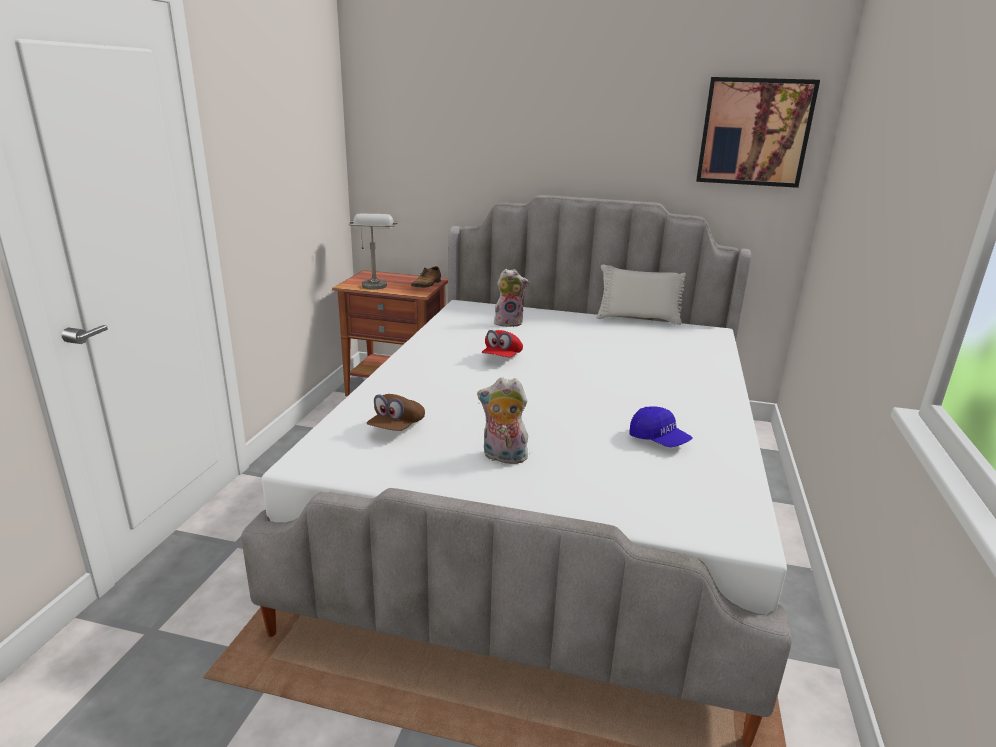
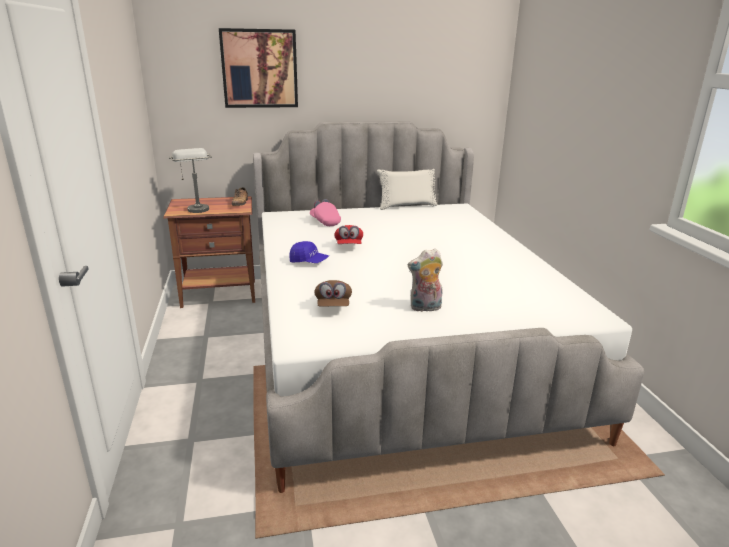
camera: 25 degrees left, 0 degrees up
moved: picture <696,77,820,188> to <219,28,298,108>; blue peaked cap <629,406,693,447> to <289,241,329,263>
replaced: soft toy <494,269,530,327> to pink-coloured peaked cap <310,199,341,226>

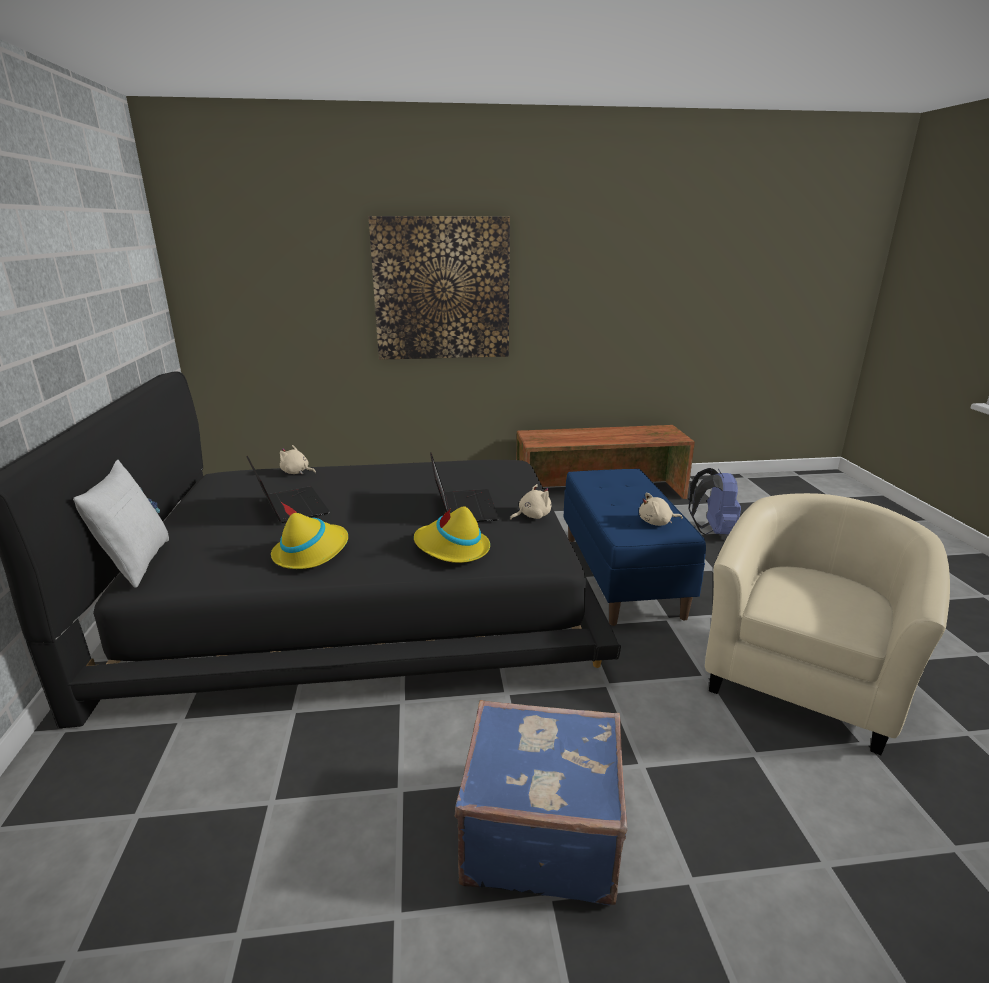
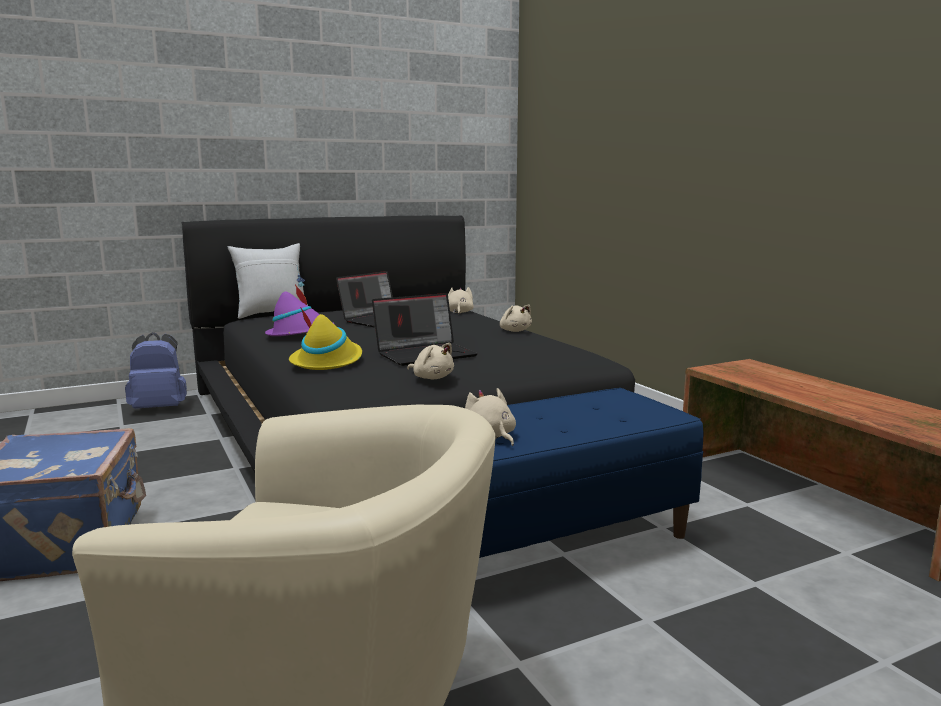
camera: 70 degrees right, 10 degrees down
removed: picture <369,216,510,360>
added: beige soft toy <500,305,532,332>
moved: blue rucksack <688,468,741,535> to <125,332,187,409>
recoloured: yellowish hat <271,502,348,569> to purple-coloured hat <265,284,334,336>

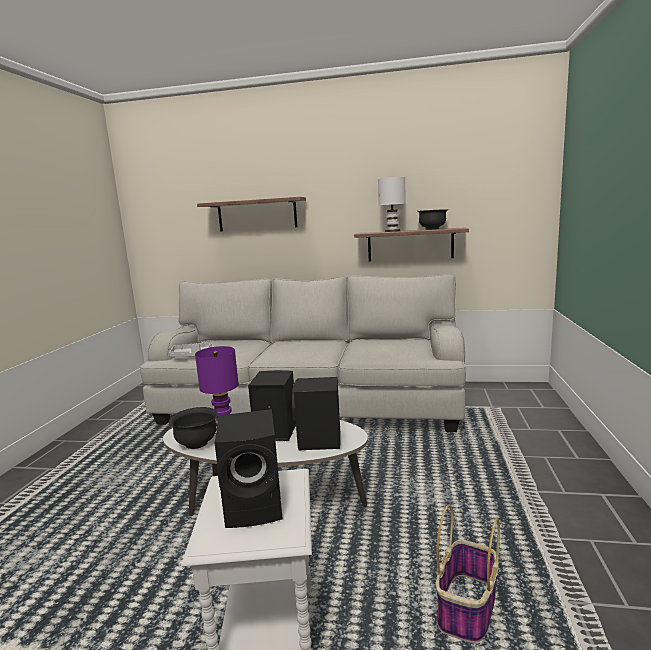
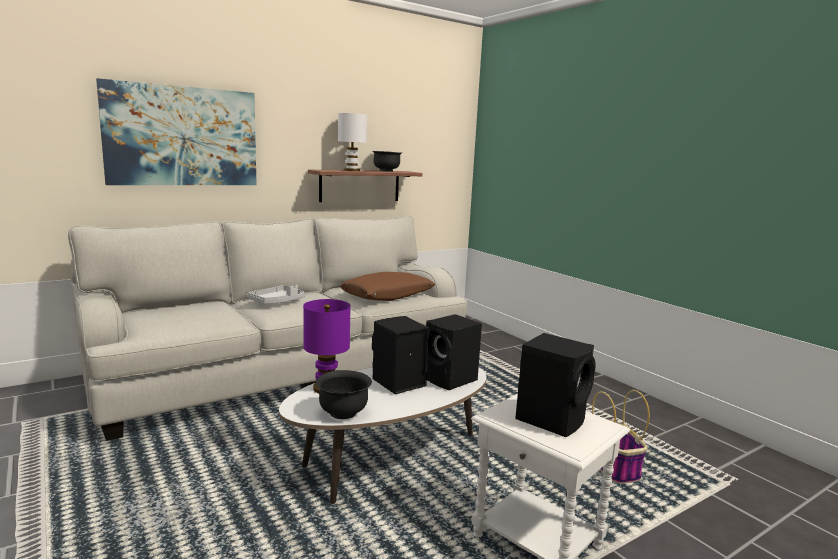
camera: 45 degrees left, 0 degrees up
added: brown-coloured cushion <340,272,435,301>
moved: gray carrying tray <169,342,212,357> to <247,284,305,304>
replaced: wall shelf <197,197,306,232> to picture <96,78,257,185>

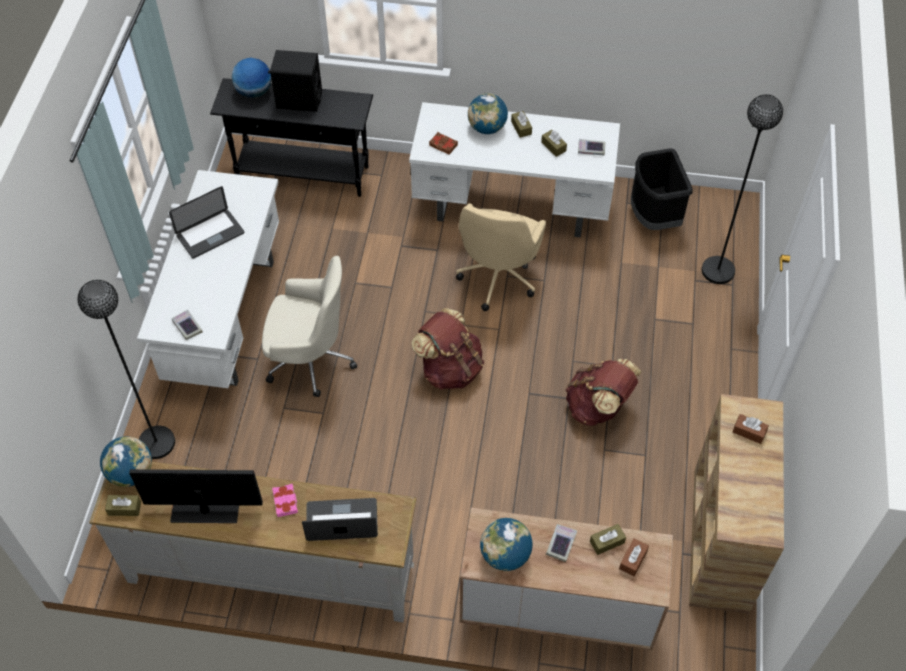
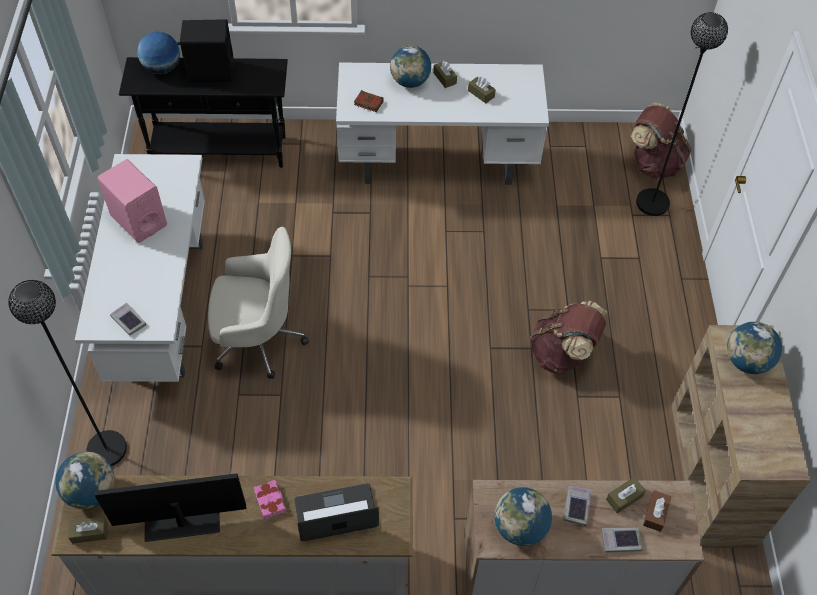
camera: 10 degrees left, 0 degrees up
removed: beige computer chair <456,203,546,311>; black rubbish bin <631,148,693,230>
moved: book <578,139,605,155> to <601,528,643,553>; brown-coloured rucksack <411,308,484,390> to <631,103,691,179>
replaced: notebook computer <169,186,244,259> to pink-coloured loudspeaker <97,159,167,243>; brown-coloured tissue box <733,414,769,444> to desk globe <727,322,782,374>

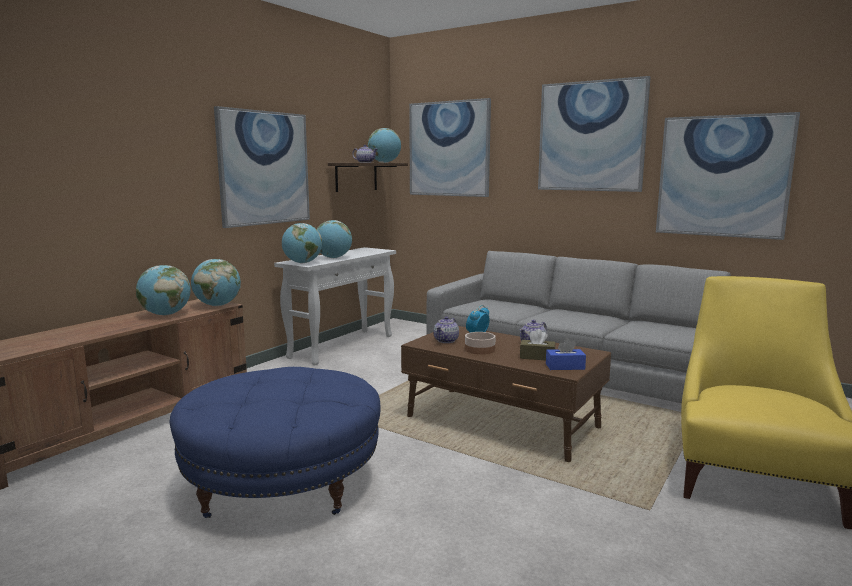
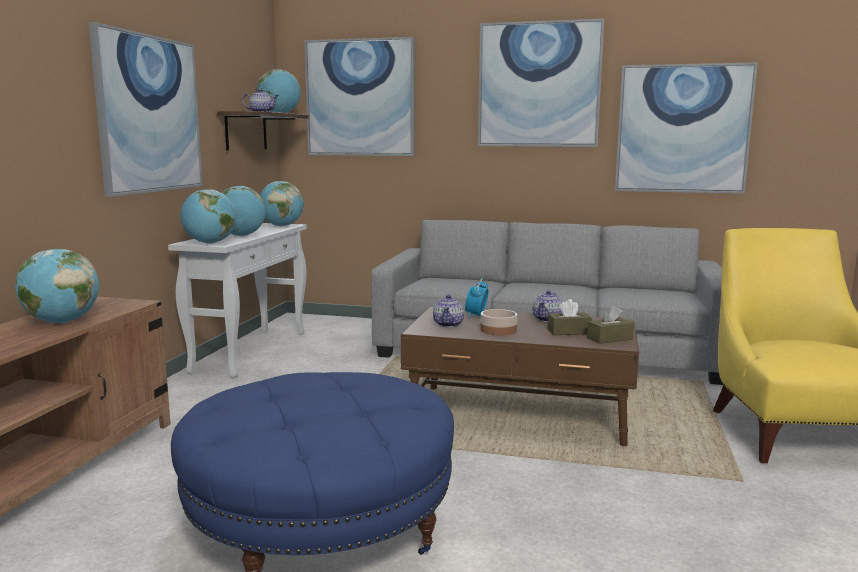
camera: 20 degrees left, 0 degrees up
moved: desk globe <191,259,241,306> to <260,181,304,226>
recoloured: blue tissue box <546,338,586,370> to brown-coloured tissue box <587,306,634,344>

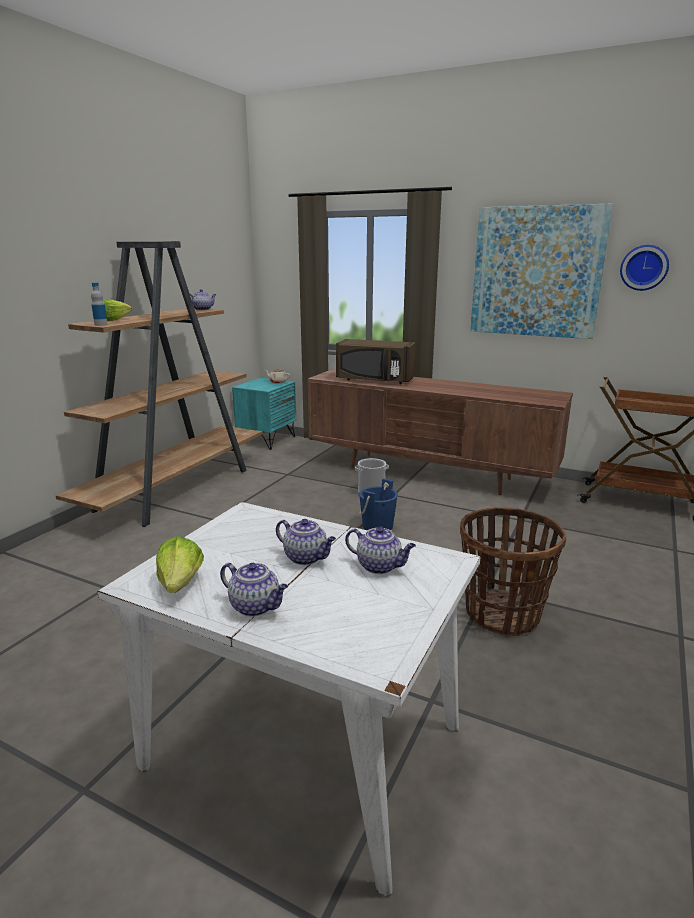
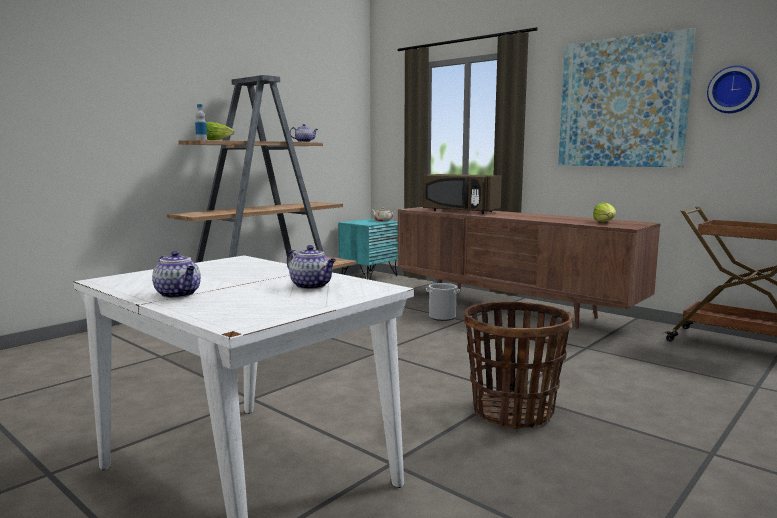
camera: 15 degrees right, 10 degrees down
removed: tea pot <276,519,336,565>; blue pail <359,478,398,530>
moved: lettuce head <156,536,204,593> to <593,202,616,222>

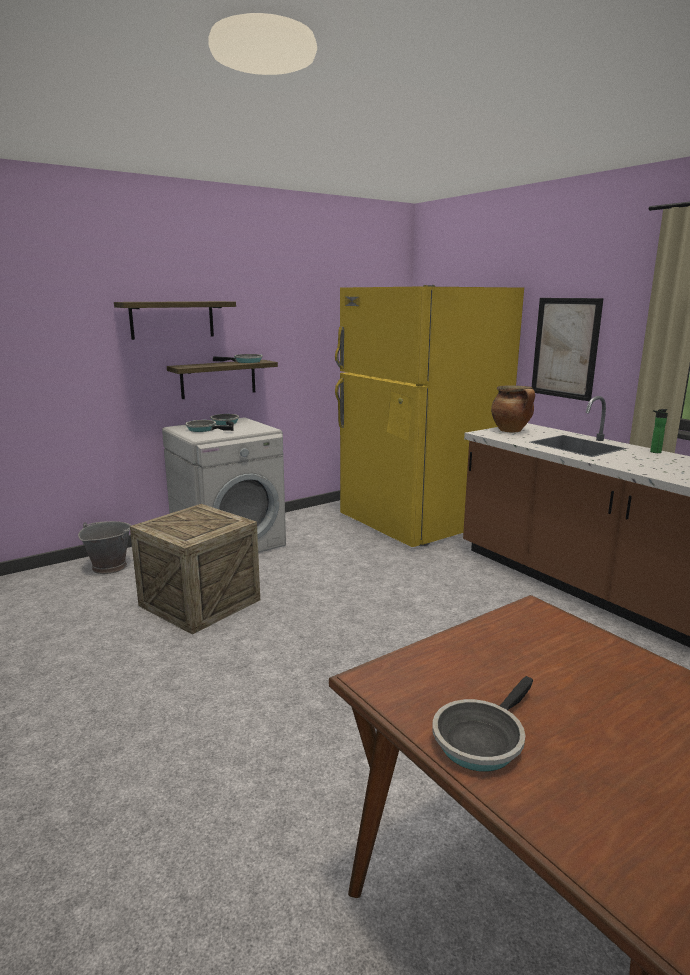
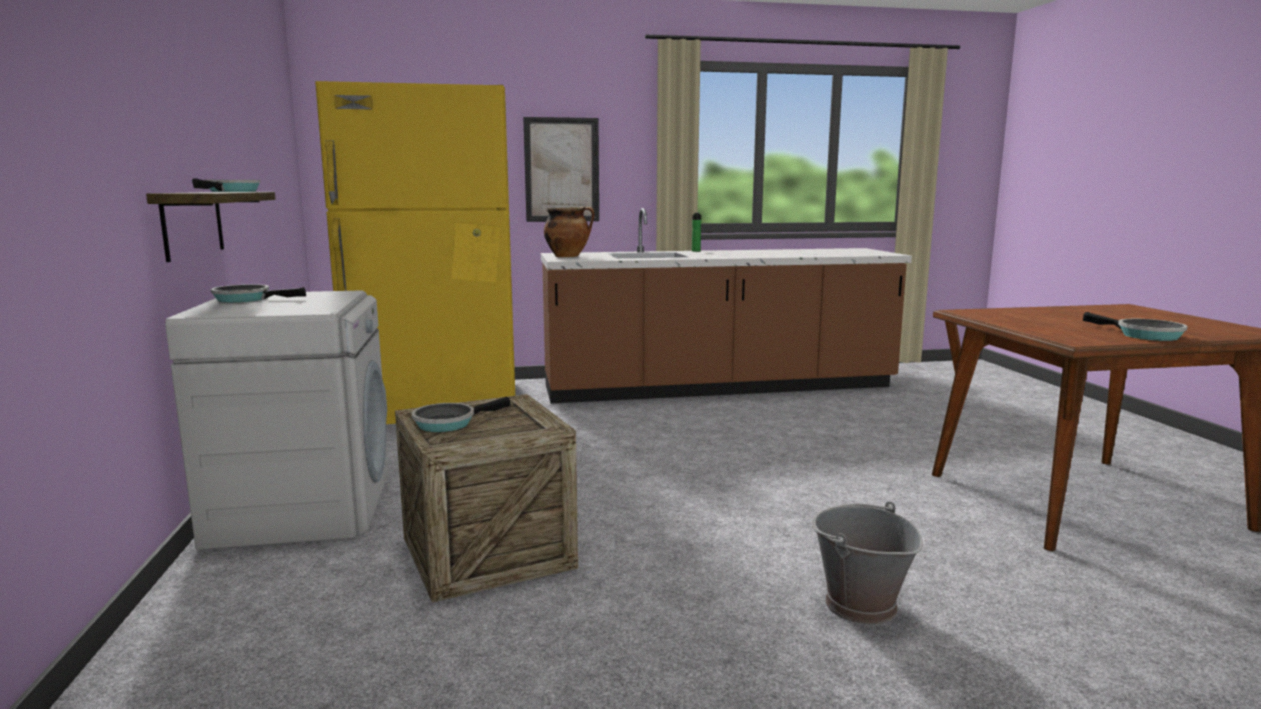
camera: 65 degrees left, 5 degrees down
removed: wall shelf <114,301,236,340>
moved: frying pan <185,420,234,432> to <412,397,510,432>; gray pail <78,521,131,574> to <811,501,923,625>

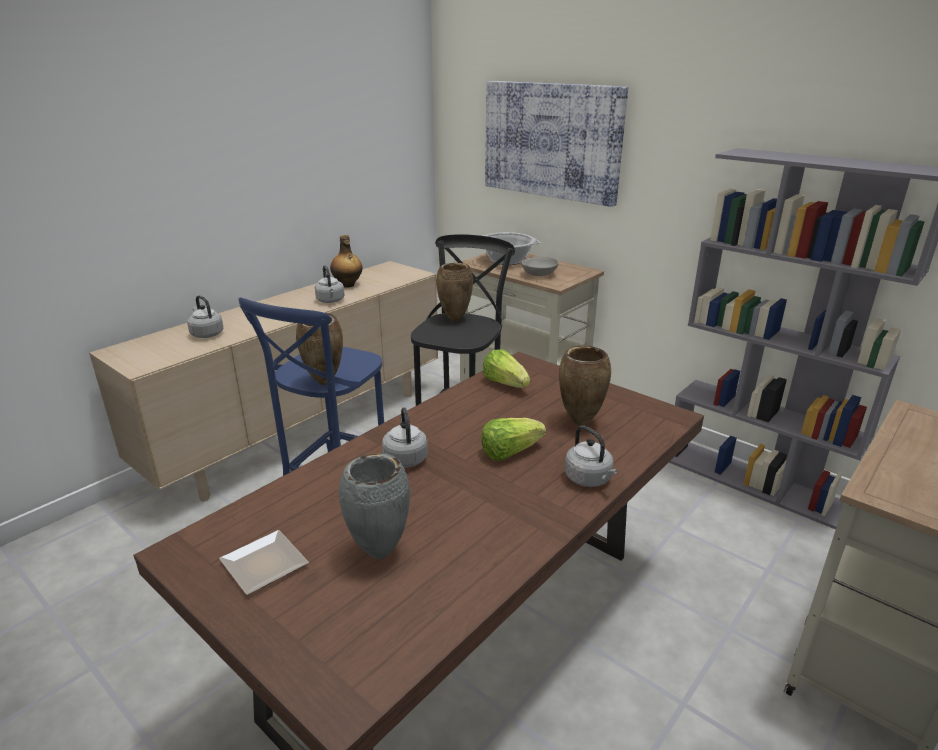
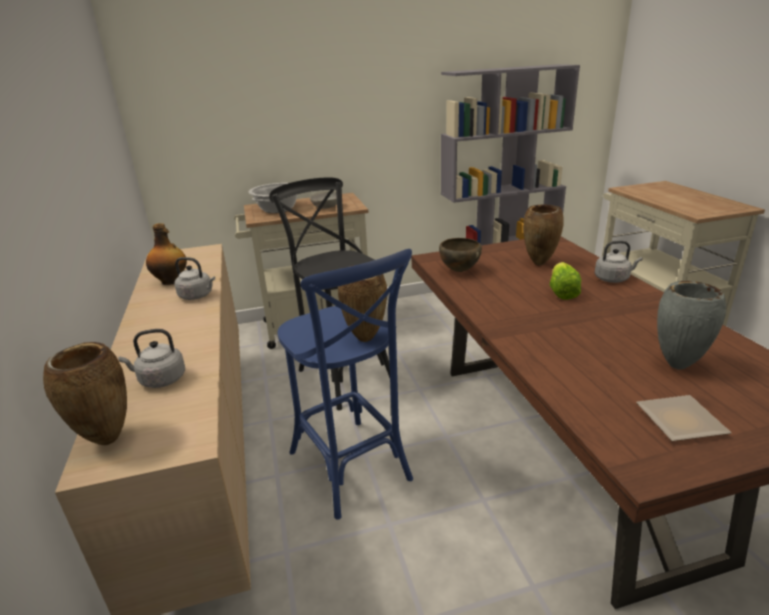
camera: 55 degrees left, 0 degrees up
removed: gray kettle <382,407,428,468>; picture <485,81,628,207>
moved: brown-coloured decorative vase <436,263,473,321> to <43,342,127,445>
replaced: lettuce head <483,349,530,388> to brown-coloured serving bowl <439,238,482,272>

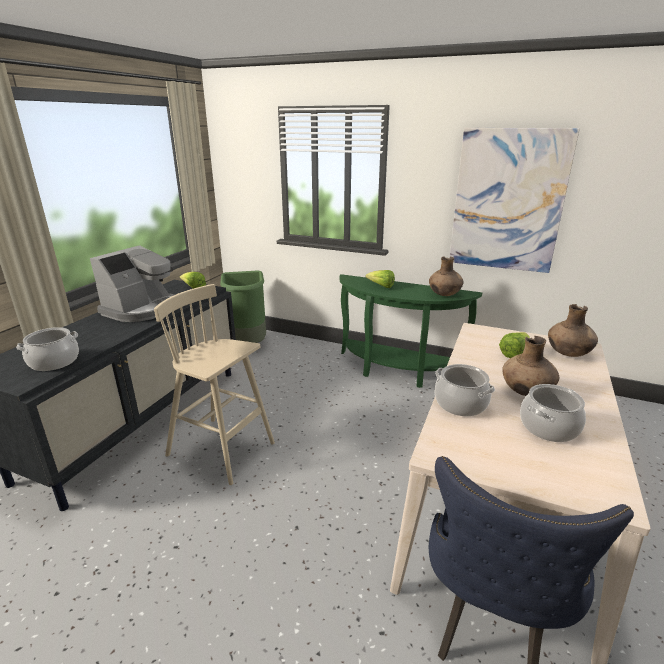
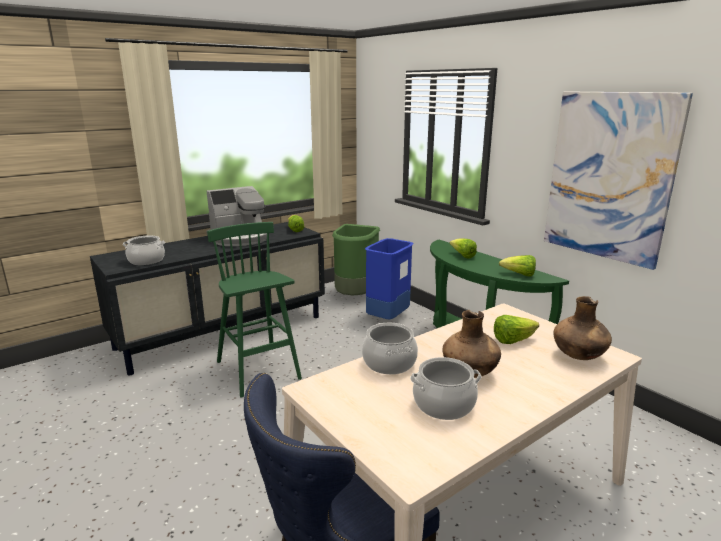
camera: 30 degrees right, 5 degrees down
added: blue rubbish bin <365,238,413,319>
replaced: brown-coloured decorative vase <429,256,464,296> to lettuce head <499,255,536,276>
recoloured: beige stool <154,284,275,485> to green-coloured stool <207,222,302,398>

